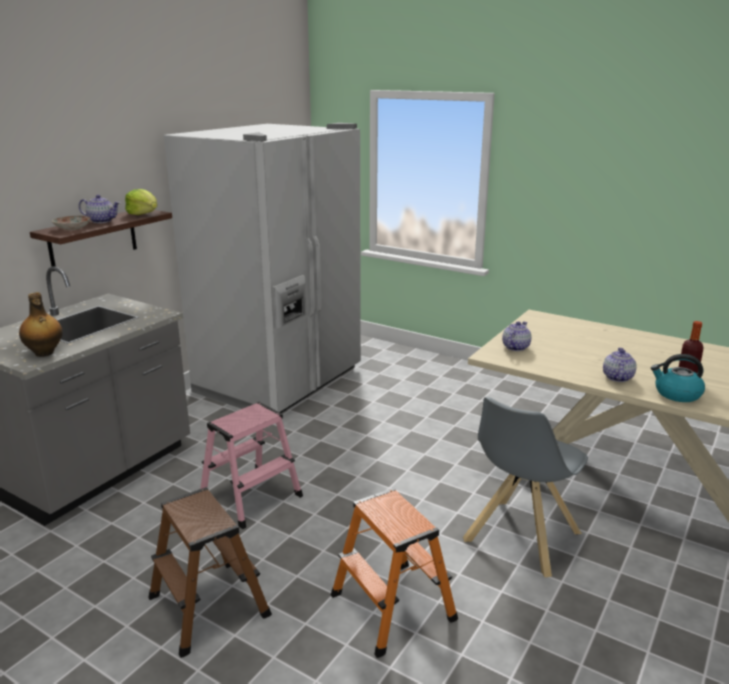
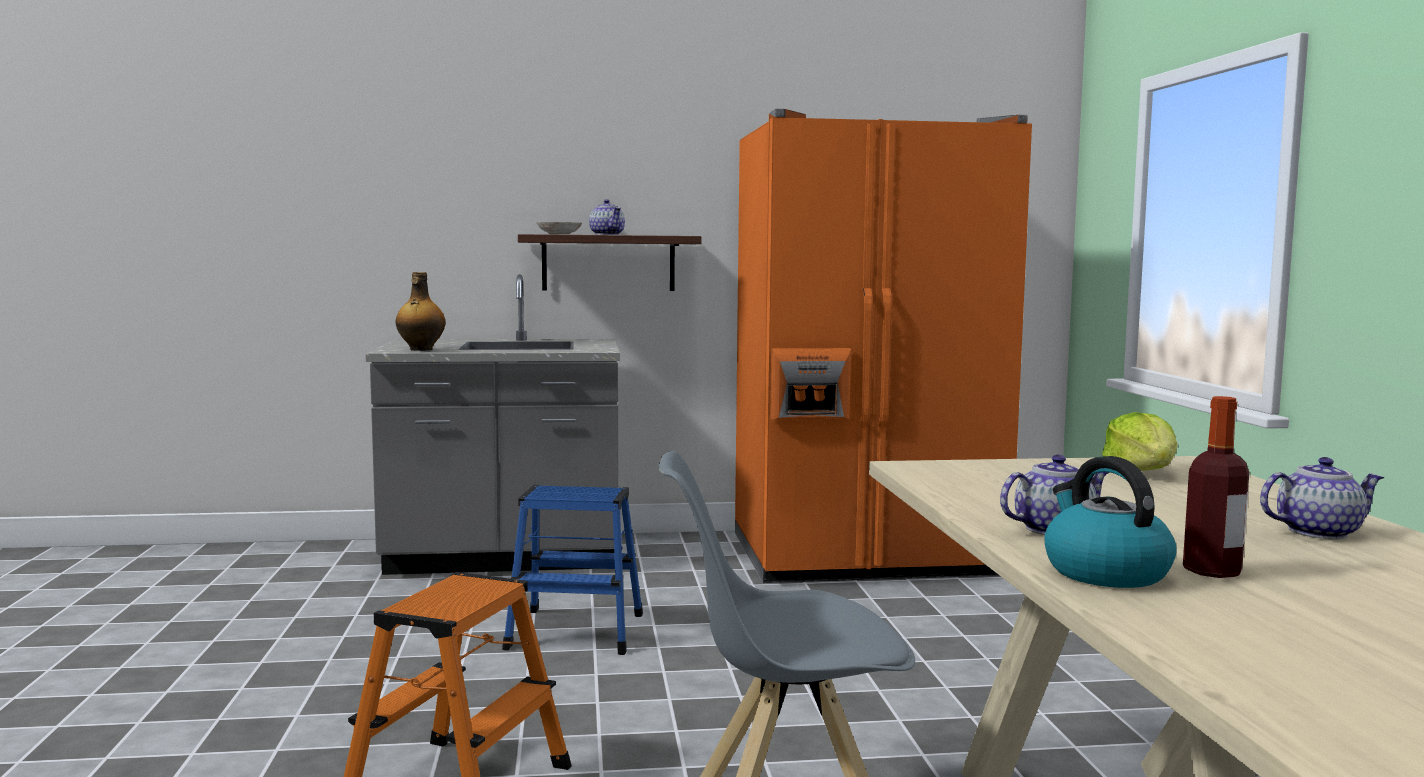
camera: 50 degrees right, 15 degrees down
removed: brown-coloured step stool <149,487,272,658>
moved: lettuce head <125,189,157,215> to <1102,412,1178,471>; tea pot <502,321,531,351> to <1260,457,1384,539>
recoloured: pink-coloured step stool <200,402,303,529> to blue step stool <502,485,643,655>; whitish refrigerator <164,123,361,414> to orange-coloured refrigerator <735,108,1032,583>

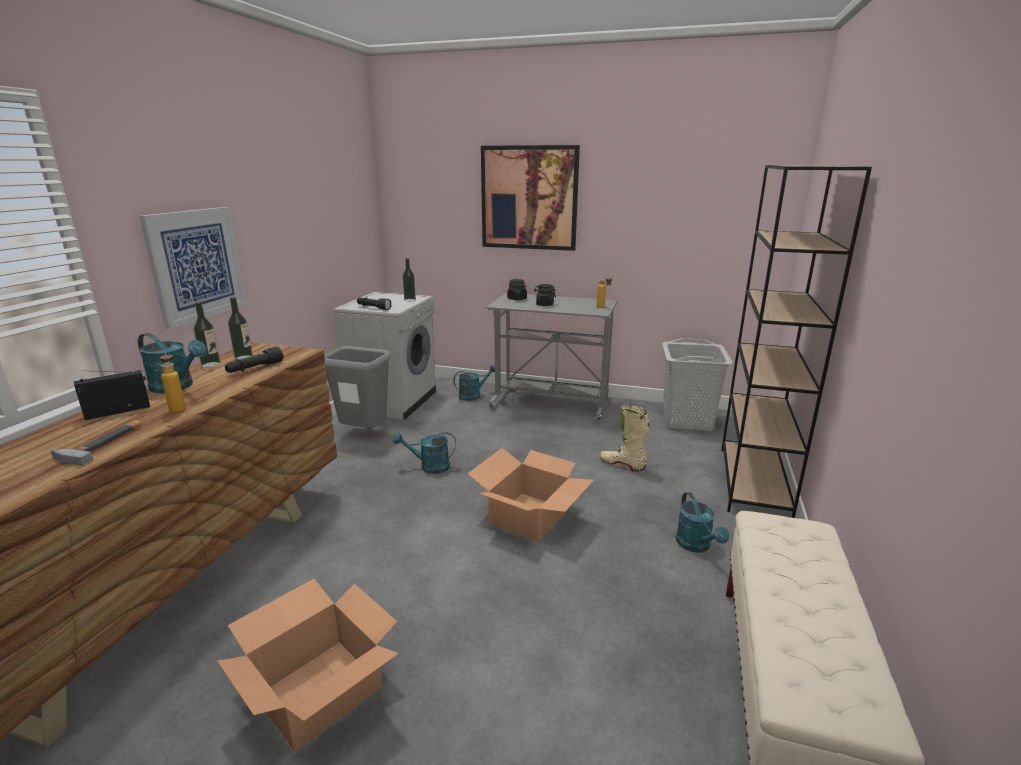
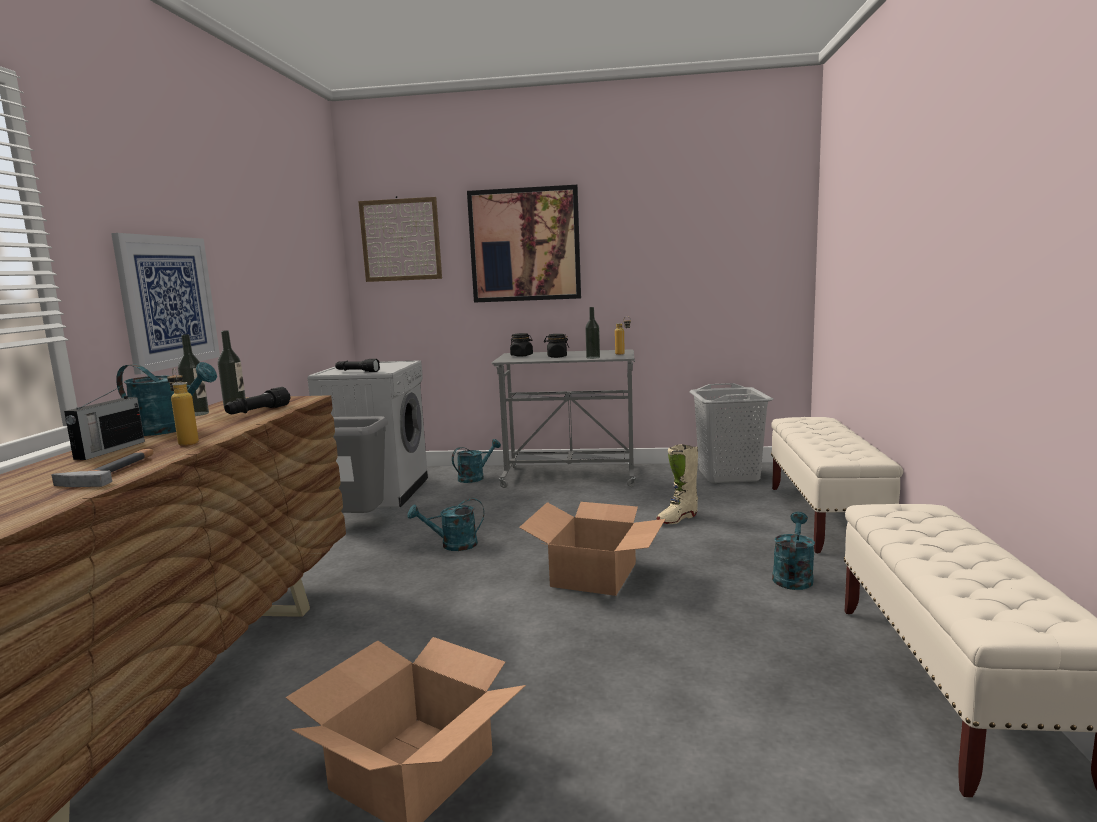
camera: 10 degrees left, 10 degrees down
added: picture <358,196,442,282>
moved: bottle <403,258,416,302> to <585,307,600,359>
replaced: beige bookshelf <721,165,872,518> to beige bench <771,417,903,553>
turned: radio set <74,370,150,420> = <64,386,145,460> 150 degrees clockwise; beige boot <600,405,650,472> = <656,444,698,524> 60 degrees counterclockwise; blue-green watering pot <676,492,729,553> = <772,512,815,590> 135 degrees counterclockwise

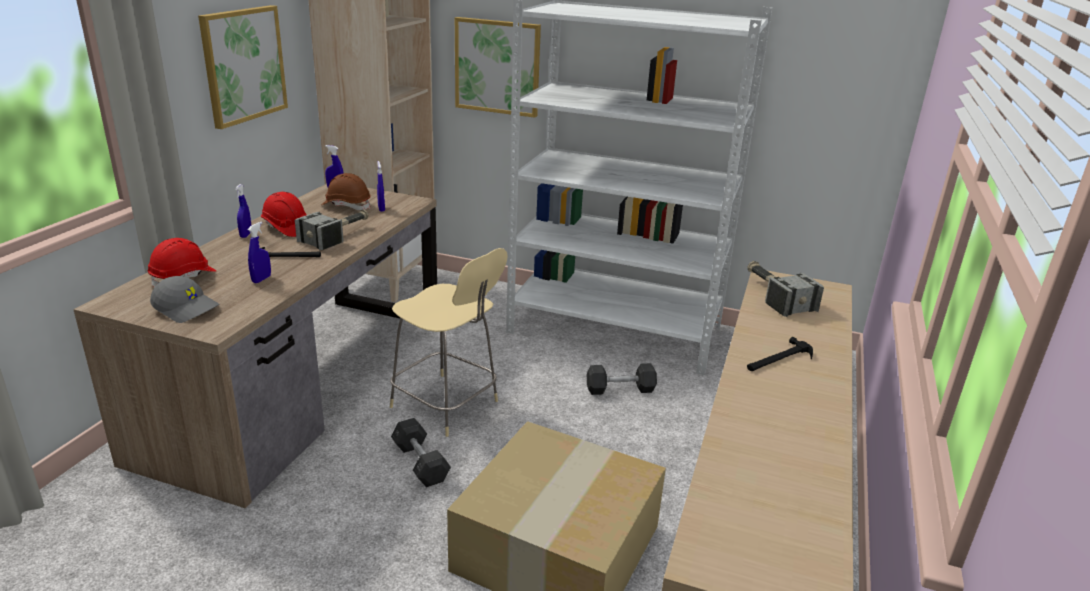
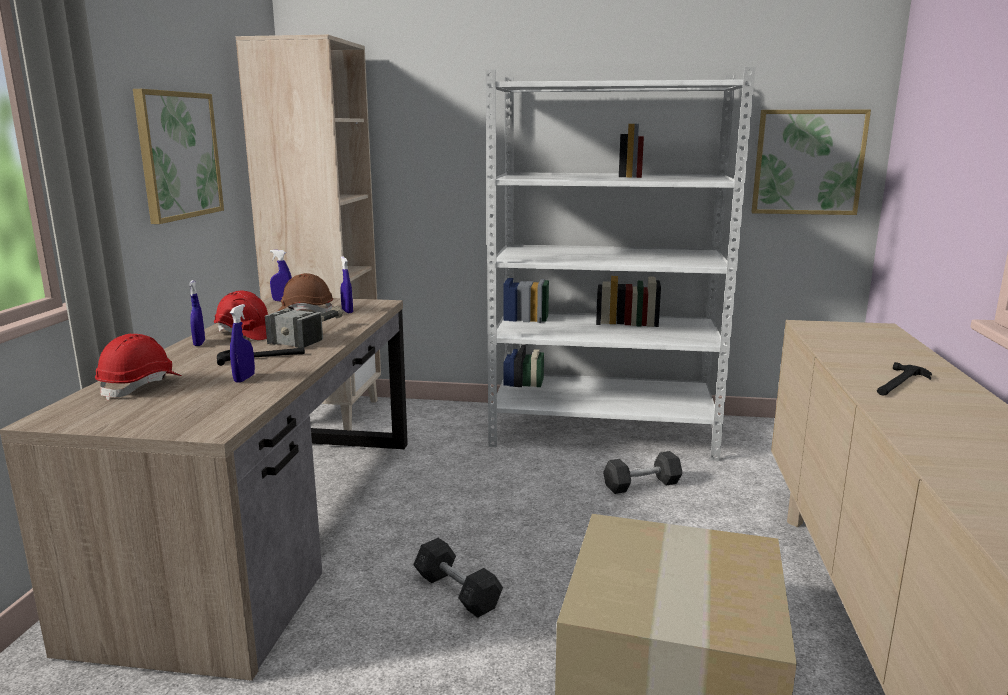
camera: 10 degrees left, 10 degrees down
removed: gray peaked cap <150,276,219,323>; beige stool <390,248,508,437>; tool hammer <747,261,824,317>
moved: picture <455,17,541,118> to <751,109,871,215>

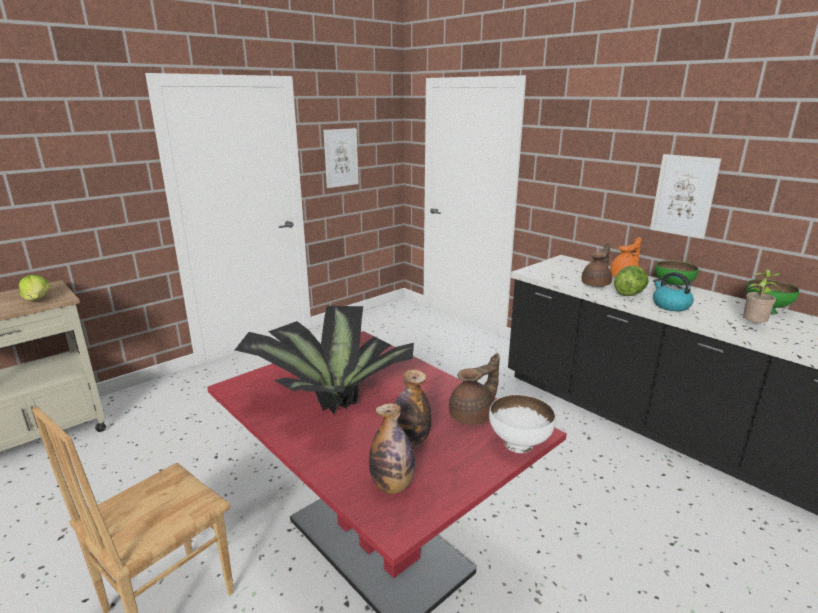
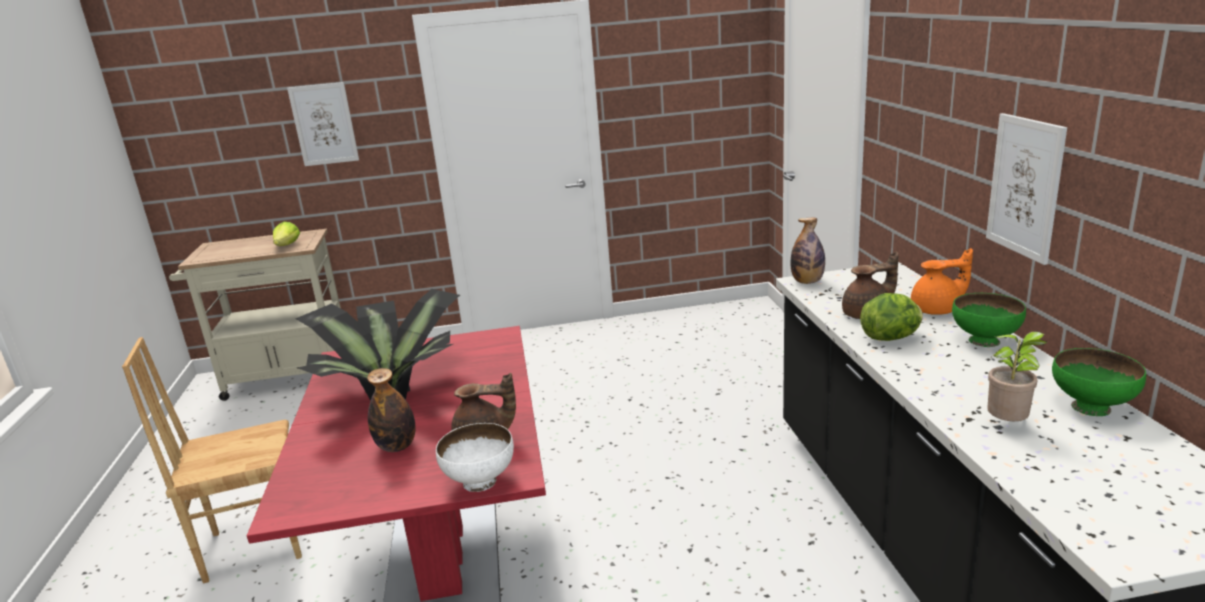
camera: 35 degrees right, 0 degrees up
removed: kettle <653,272,694,311>
moved: picture <323,128,359,188> to <287,82,359,166>; bottle <369,403,415,494> to <790,218,825,284>

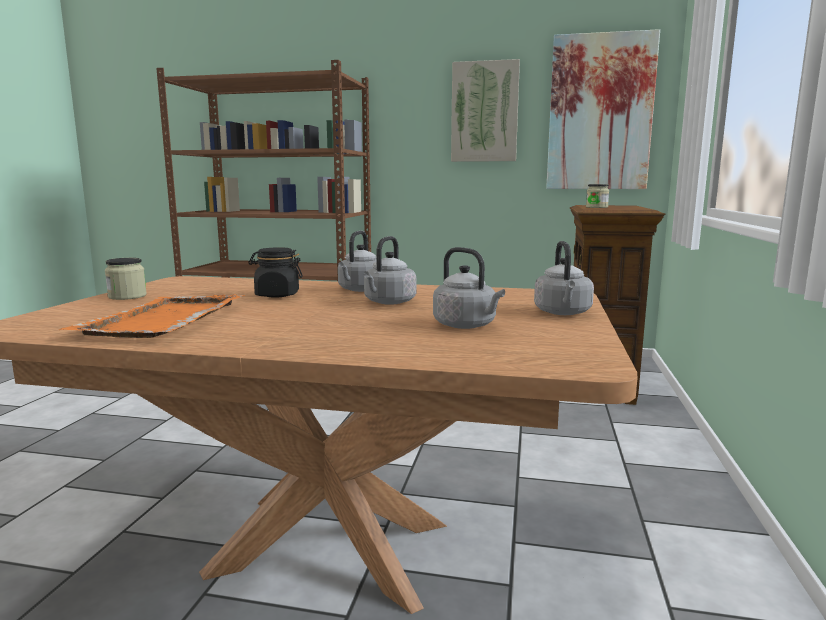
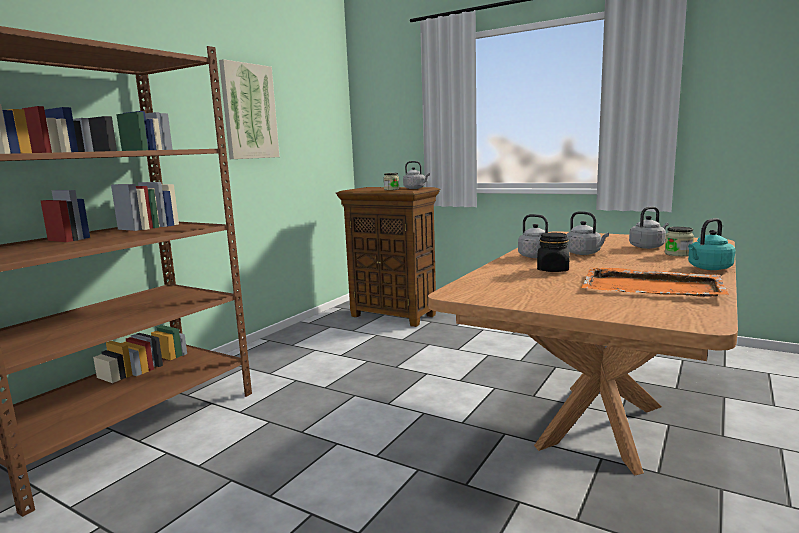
camera: 70 degrees left, 0 degrees up
removed: picture <546,29,660,189>
added: blue-green kettle <688,218,735,270>
moved: gray kettle <534,241,594,315> to <403,161,430,189>; jar <105,258,147,300> to <665,227,694,256>

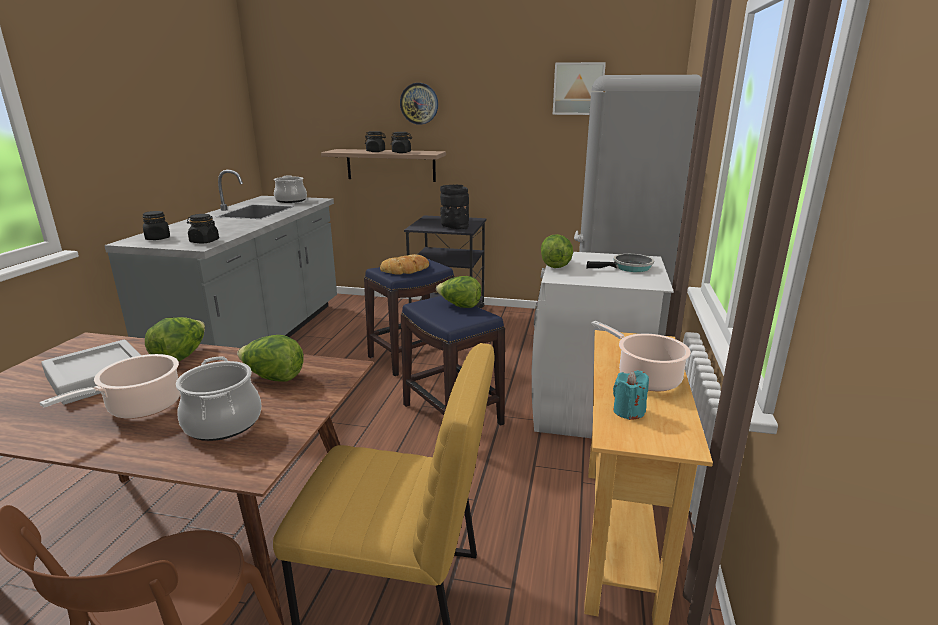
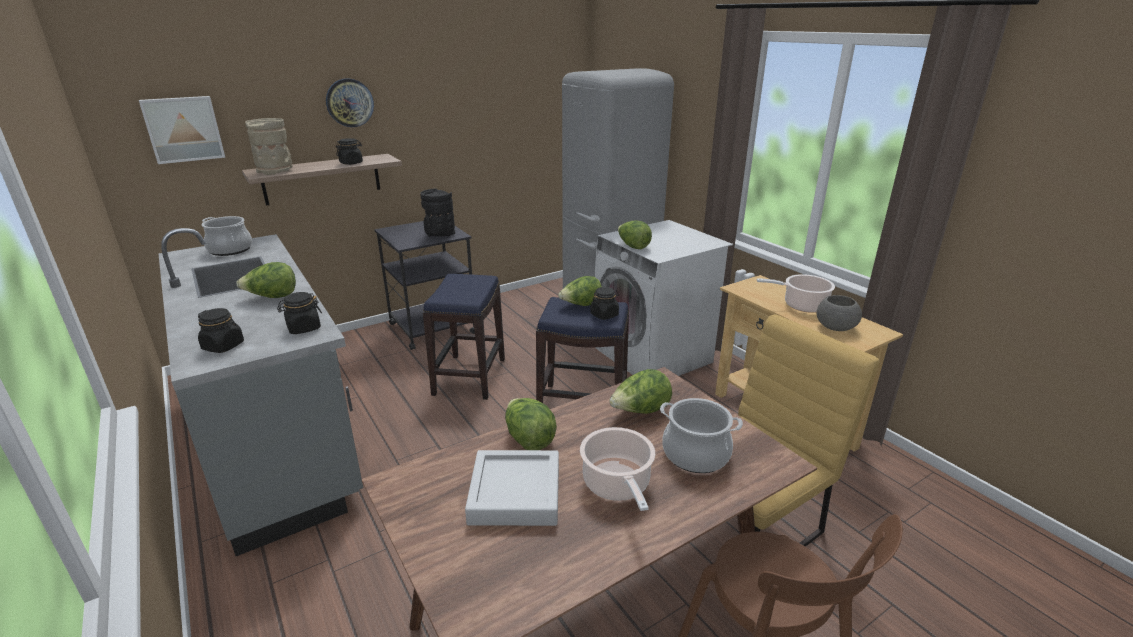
camera: 45 degrees left, 5 degrees up
removed: bakery bread <380,254,429,275>; frying pan <586,254,654,272>
added: lettuce head <237,262,296,298>; beige decorative vase <245,118,293,175>
moved: picture <553,62,606,115> to <139,96,225,164>; black jar <365,131,386,152> to <590,287,619,320>
replaced: blue-green candle <613,370,649,420> to gray serving bowl <817,295,862,331>

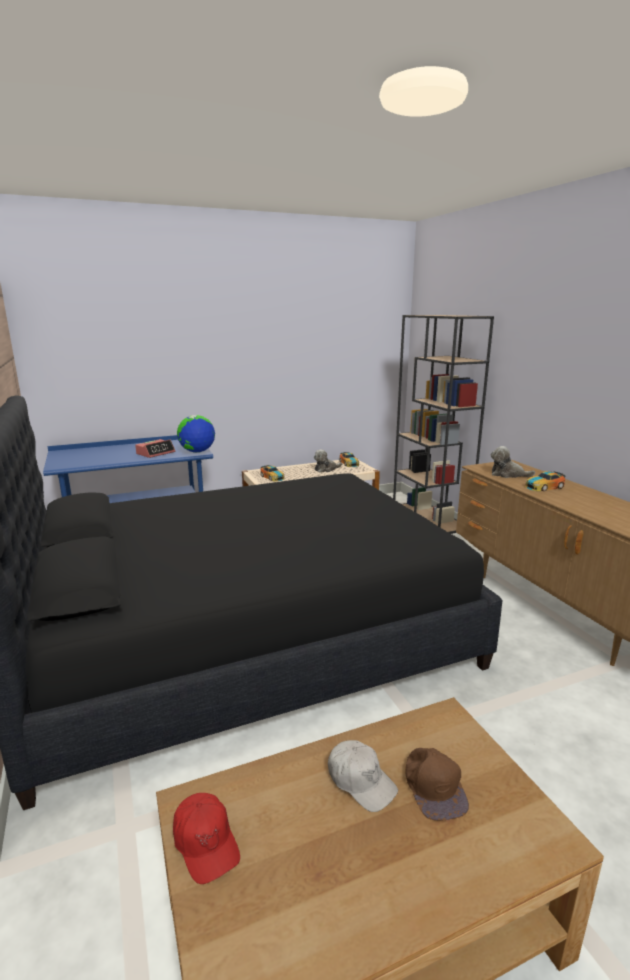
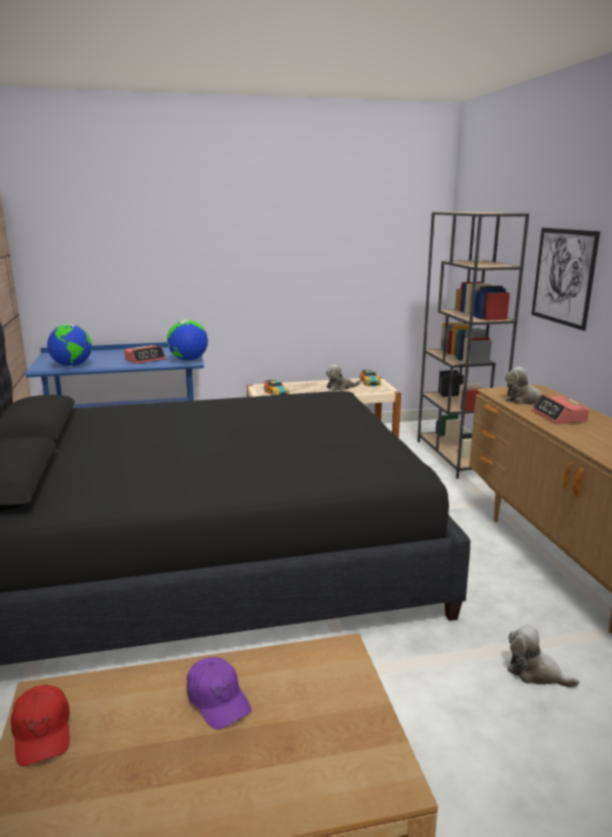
camera: 10 degrees right, 0 degrees up
removed: brown-coloured peaked cap <405,748,469,821>
added: desk globe <47,324,92,367>; soft toy <508,625,579,688>; picture <531,228,600,331>
replaced: miniature car <525,471,565,492> to alarm clock <532,394,590,424>
recoloured: whitish peaked cap <328,740,398,812> to purple-coloured peaked cap <187,657,251,729>

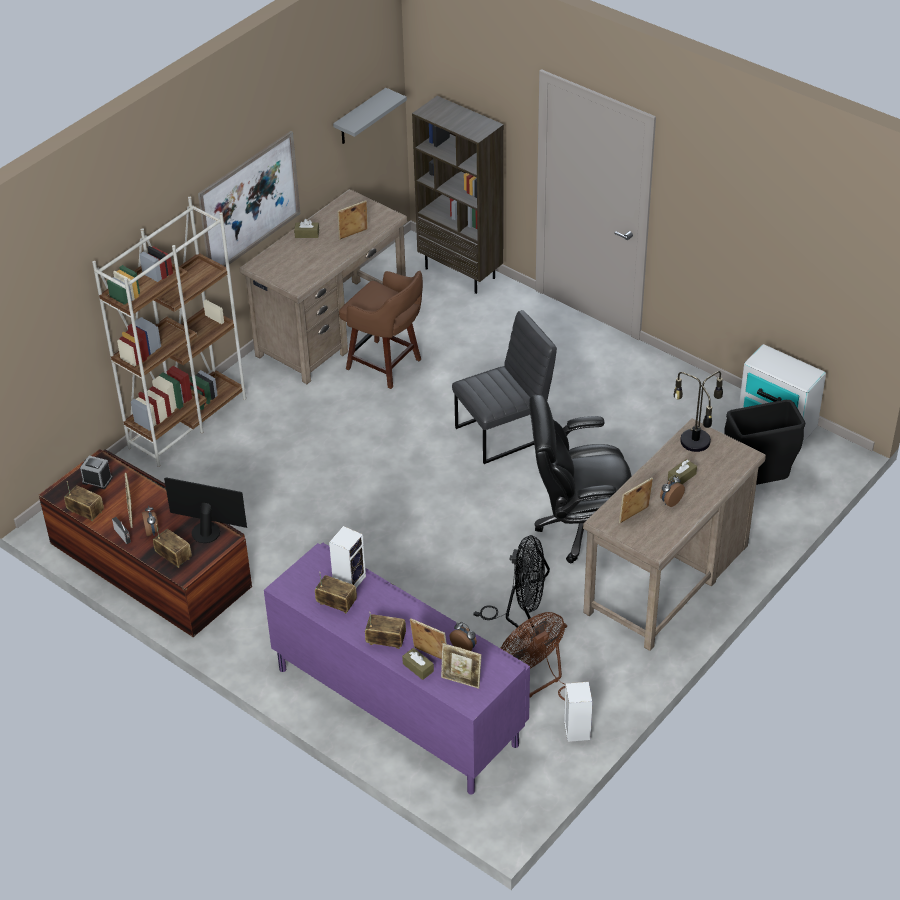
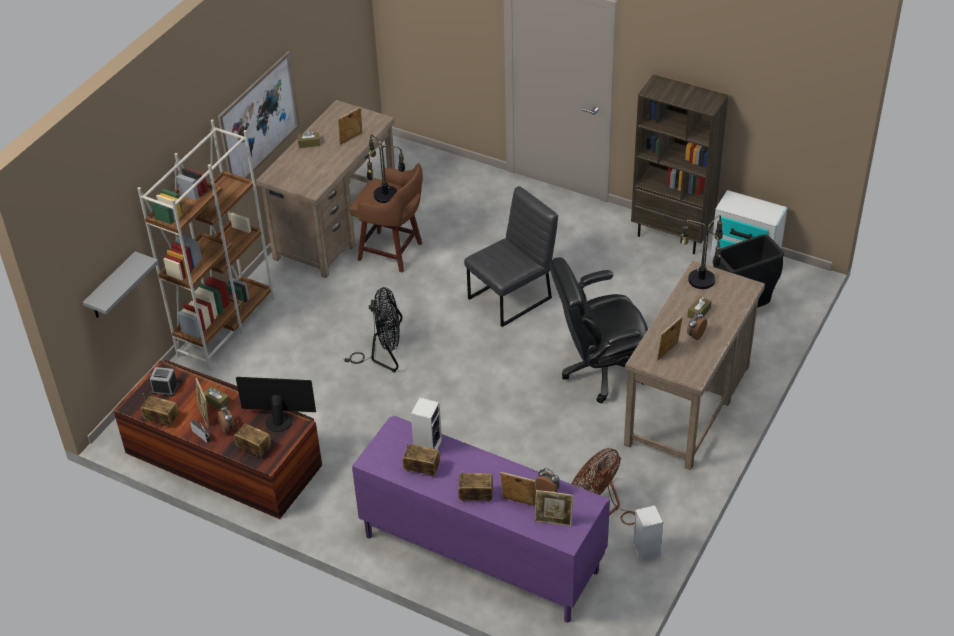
camera: 10 degrees left, 0 degrees up
added: lamp for a table <367,134,405,203>
moved: gray wall shelf <333,88,407,144> to <83,251,159,318>; brown-coloured tissue box <402,648,434,680> to <204,386,230,409>; black electric fan <473,535,550,638> to <344,287,402,373>; brown-coloured bookshelf <412,96,504,294> to <631,74,728,254>

